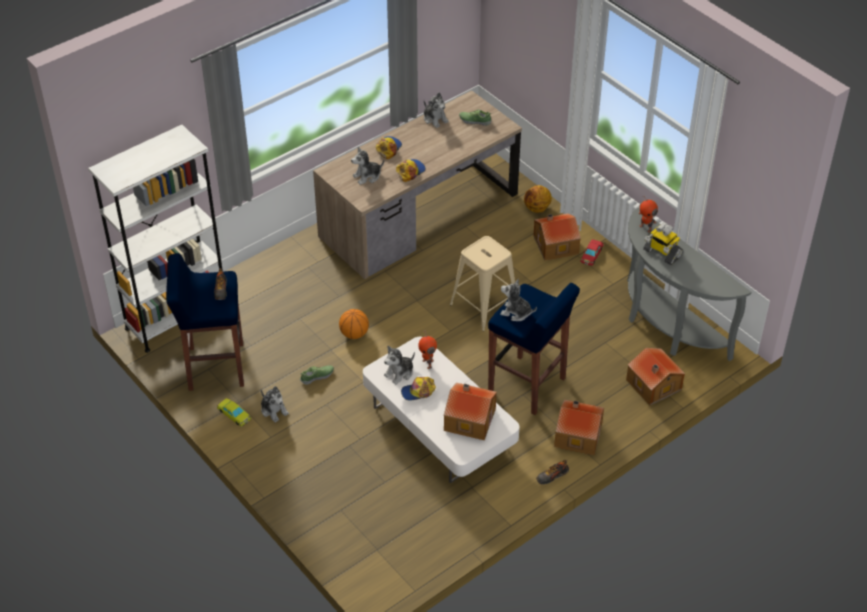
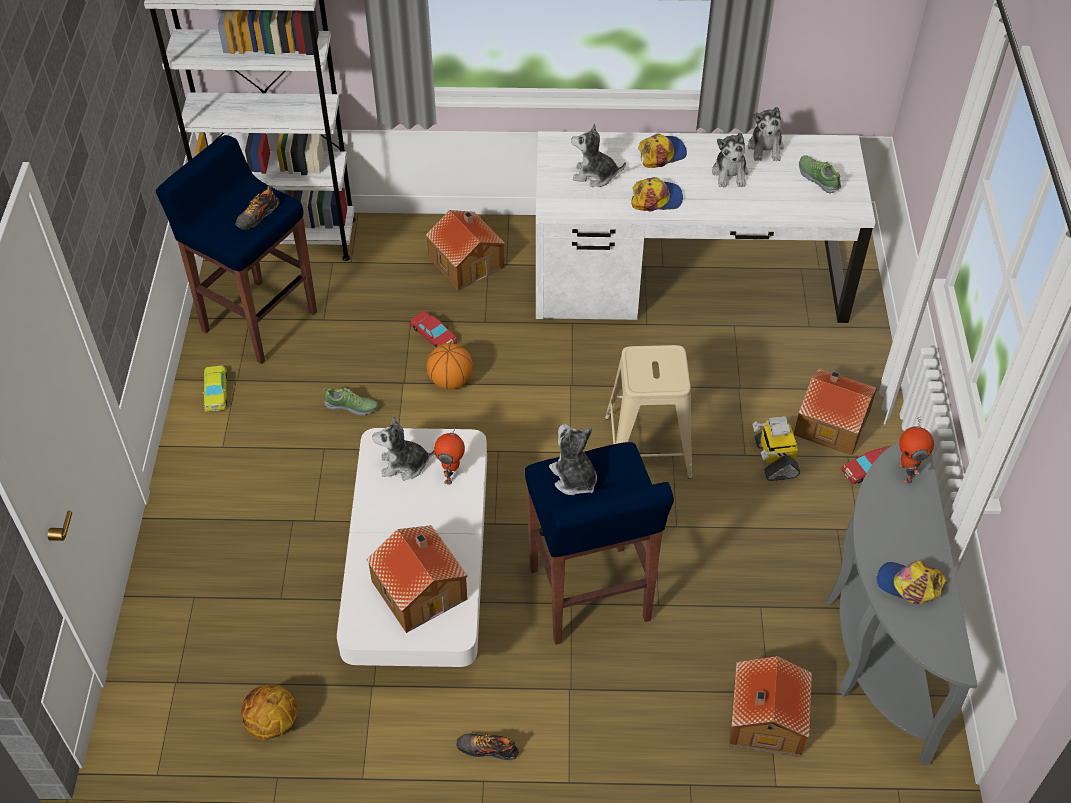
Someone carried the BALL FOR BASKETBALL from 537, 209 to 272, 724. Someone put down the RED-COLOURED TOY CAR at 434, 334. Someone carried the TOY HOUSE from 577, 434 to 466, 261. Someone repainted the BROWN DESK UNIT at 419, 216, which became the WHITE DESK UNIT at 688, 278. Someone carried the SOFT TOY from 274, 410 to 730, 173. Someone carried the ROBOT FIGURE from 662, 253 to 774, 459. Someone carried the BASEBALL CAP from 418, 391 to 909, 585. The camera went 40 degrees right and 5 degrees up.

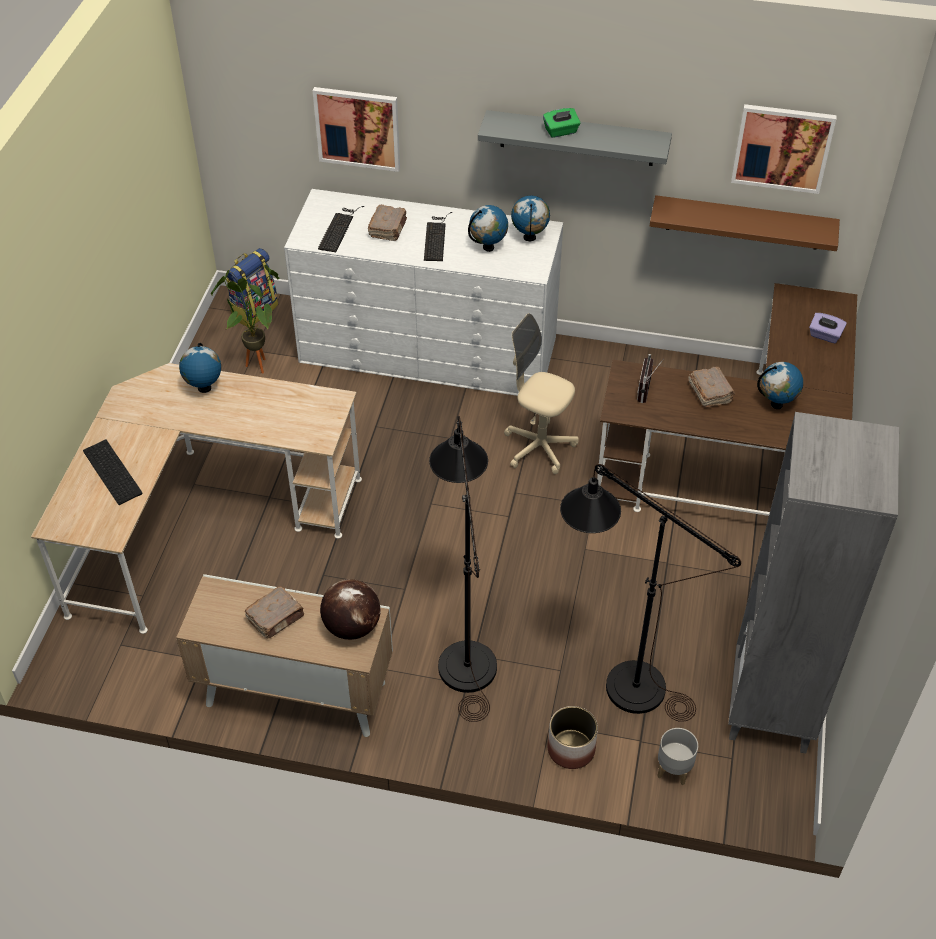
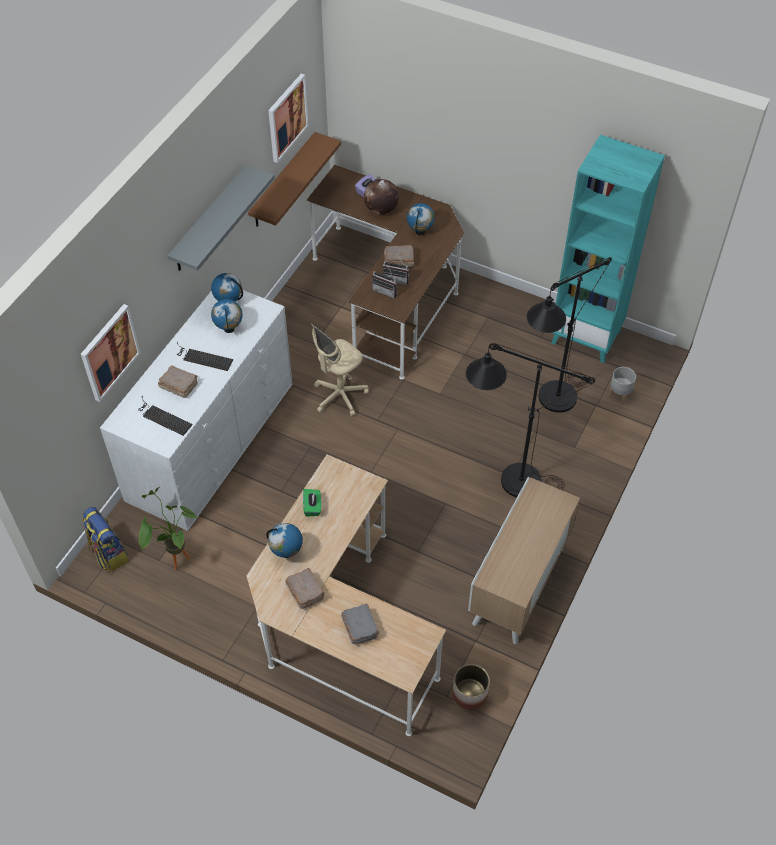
Someone carried the BROWN BOUND BOOK from 276, 618 to 305, 591. Someone carried the GREEN-COLOURED BOX OF TISSUES from 561, 131 to 312, 507. Someone swapped the PC KEYBOARD at 114, 472 for the GREYISH BOUND BOOK at 360, 627. Someone carried the GLOBE from 351, 627 to 381, 210. Someone put down the RADIO SET at 396, 279. Someone carried the PLANTER from 570, 749 to 469, 694. Someone repainted the GREYISH BOOKCASE at 771, 708, which became the BLUE-GREEN BOOKCASE at 586, 337. The camera went 75 degrees left and 5 degrees up.

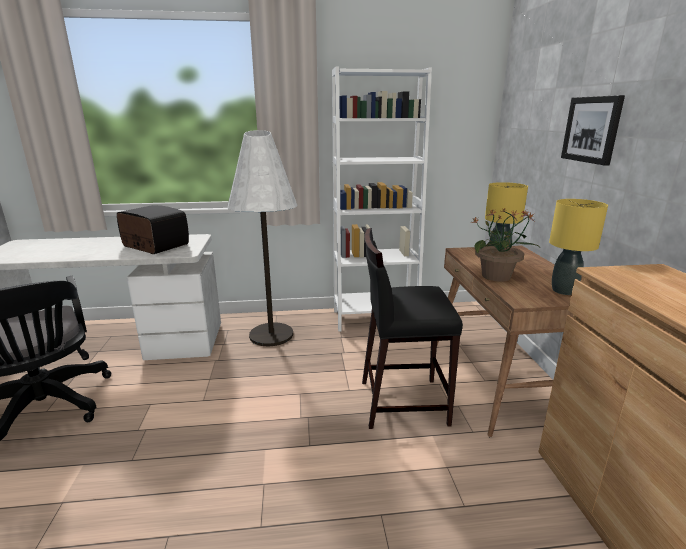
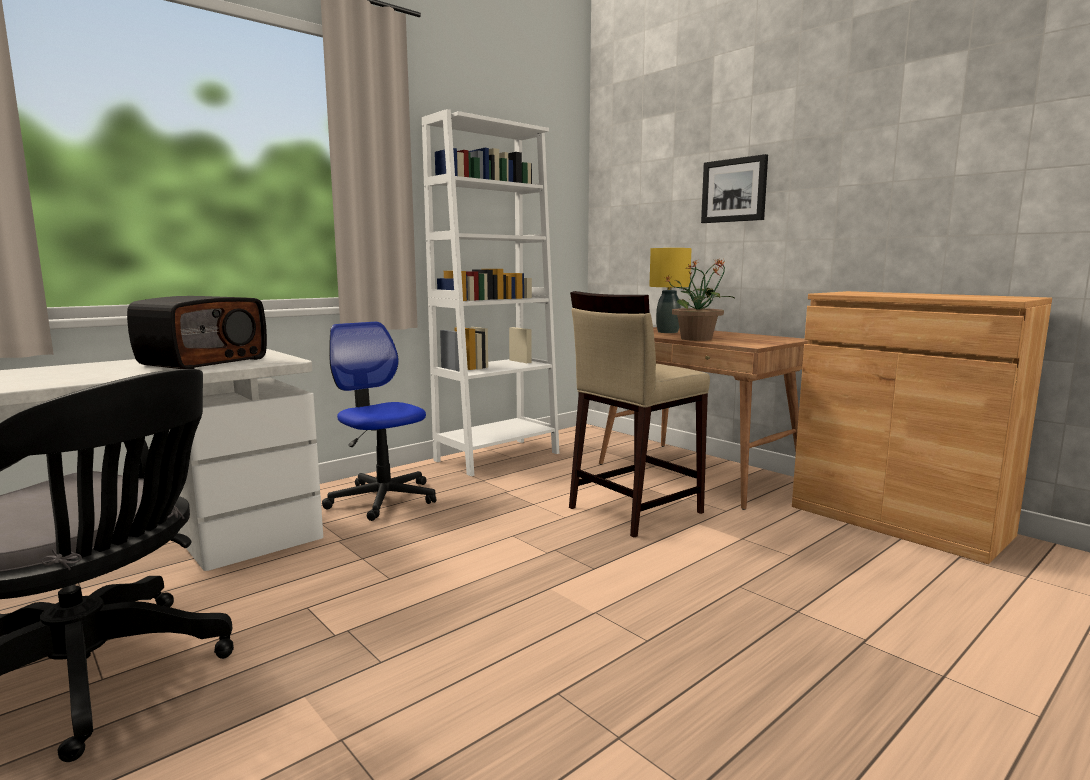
Someone rotated the RADIO SET at 154, 246 by 120 degrees clockwise. Someone swapped the WHITE STANDARD LAMP at 271, 335 for the OFFICE CHAIR at 383, 499. Someone repainted the BLACKISH SITTING STOOL at 402, 402, which became the BEIGE-COLOURED SITTING STOOL at 633, 510. Someone took away the YELLOWISH LAMP FOR A TABLE at 564, 291. The camera went 35 degrees left and 10 degrees down.

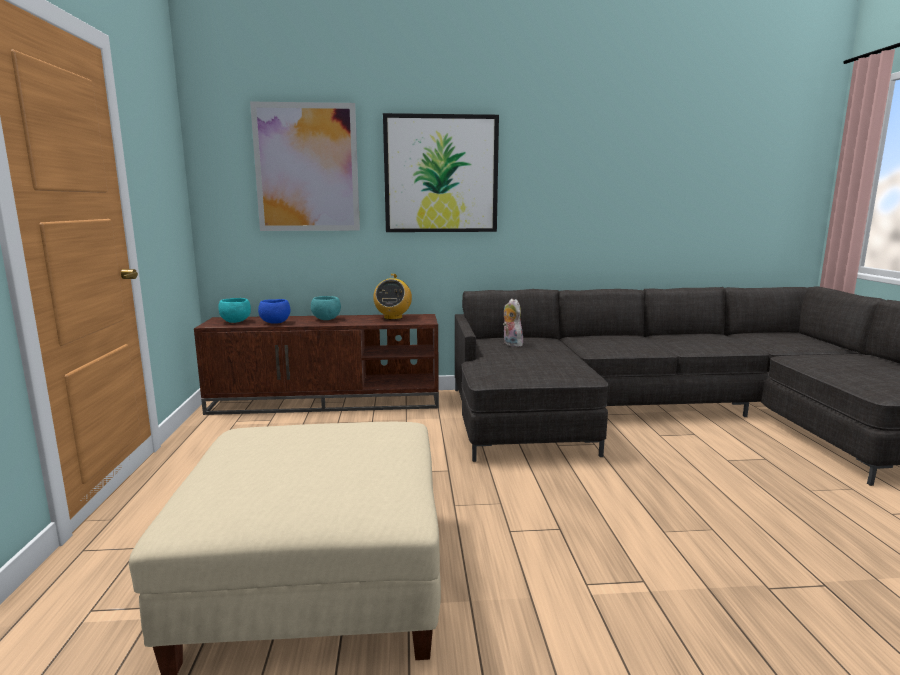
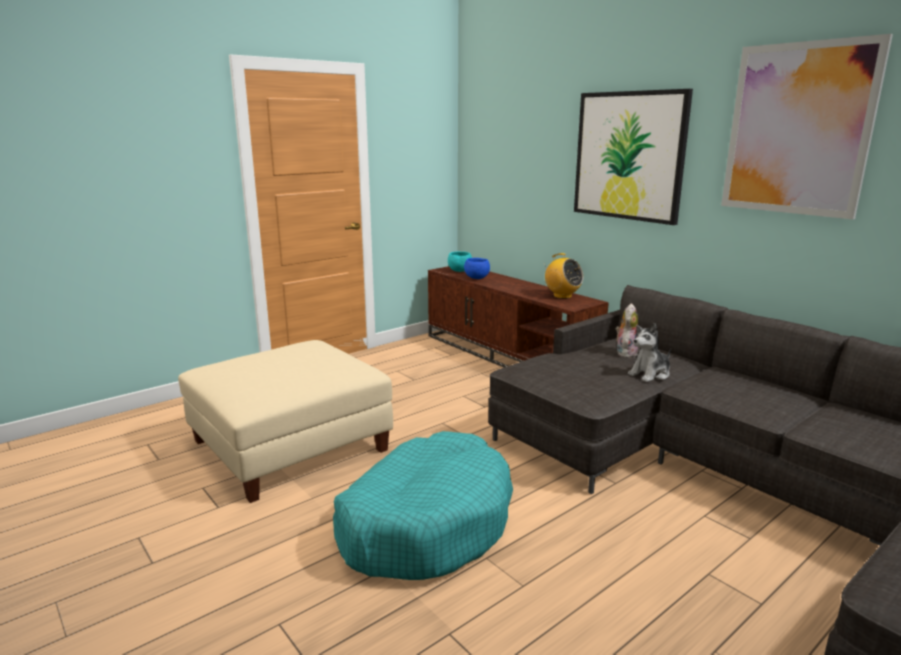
Someone put down the BLUE-GREEN DOG BED at 425, 523. Someone rotated the RADIO SET at 393, 317 by 105 degrees counterclockwise. Someone put down the SOFT TOY at 650, 374. Someone carried the WALL PICTURE from 307, 168 to 798, 129. Someone took away the BLUE-GREEN BOWL at 326, 319. The camera went 55 degrees right and 5 degrees up.

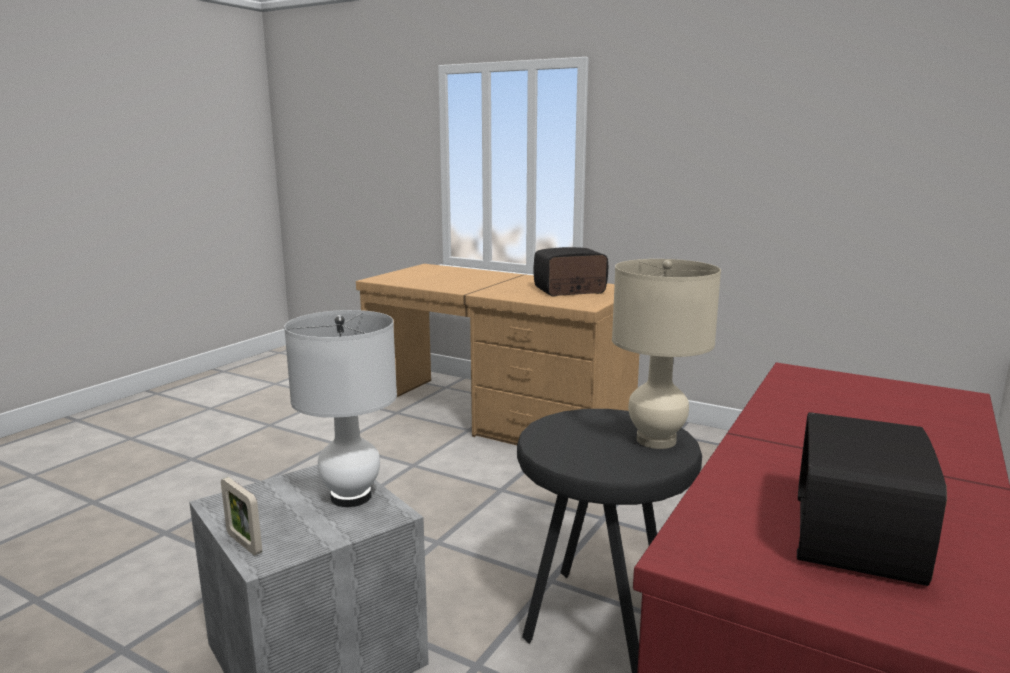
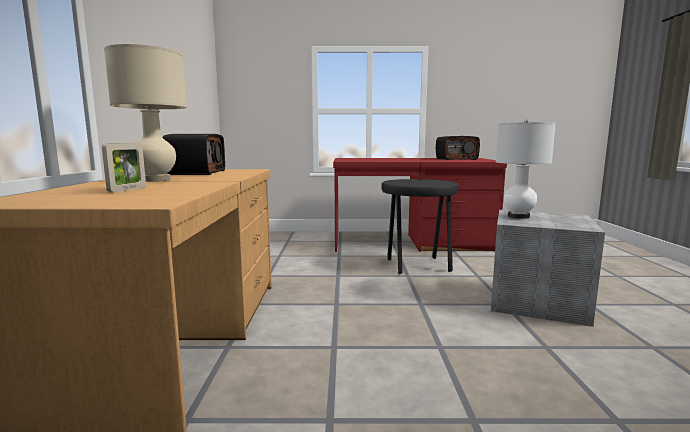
Someone carried the PHOTO FRAME from 244, 543 to 127, 190. Someone carried the BEIGE-COLOURED LAMP FOR A TABLE from 656, 440 to 156, 180. Someone rotated the RADIO SET at 569, 291 by 135 degrees counterclockwise. The camera went 120 degrees left and 5 degrees down.

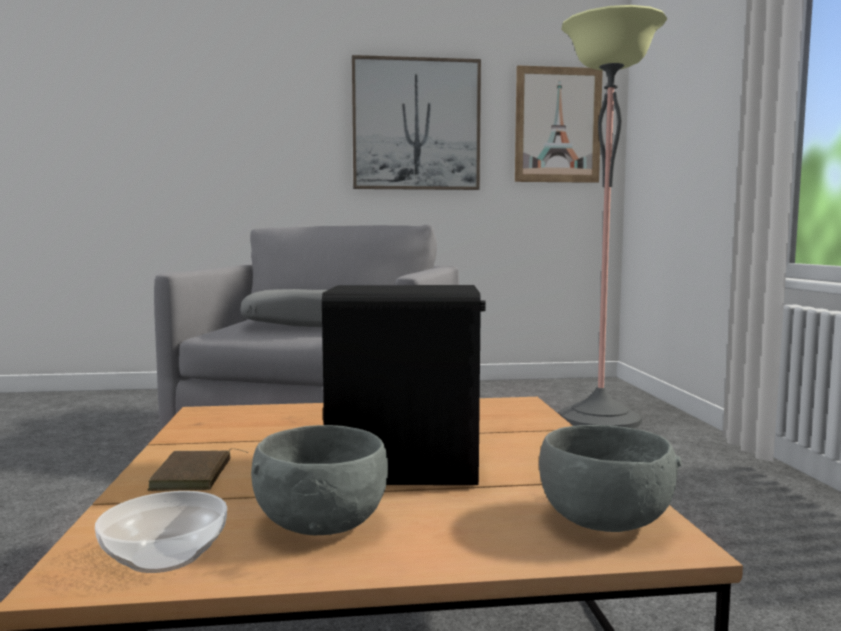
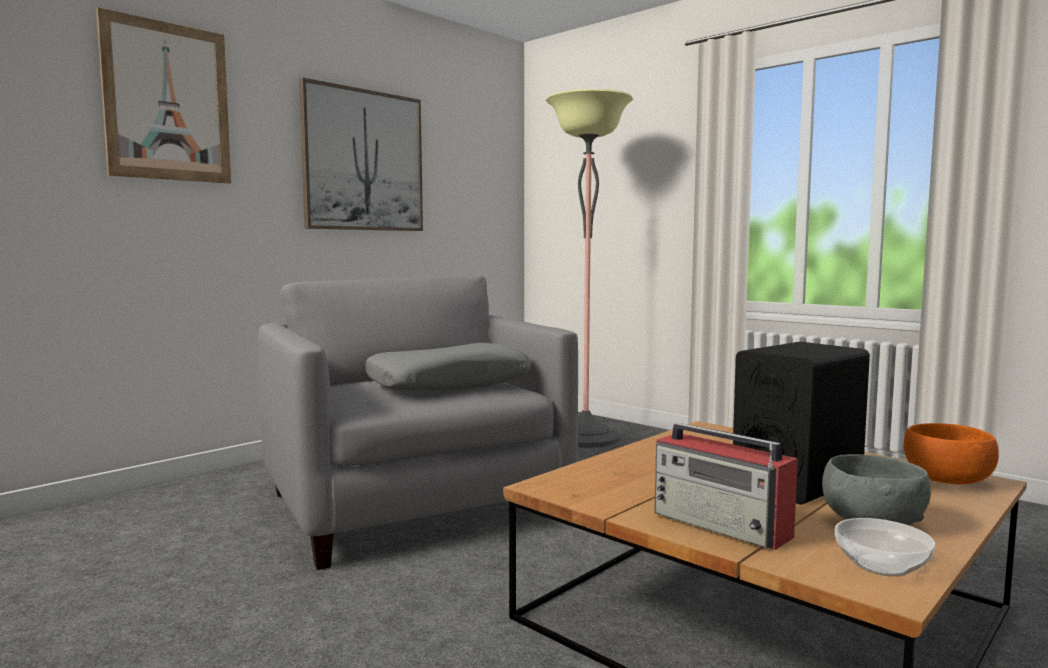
Someone carried the WALL PICTURE from 558, 125 to 167, 102. Someone swapped the BROWN BOUND BOOK at 195, 476 for the RADIO SET at 722, 525. Someone repainted the GREYISH BOWL at 604, 522, which became the ORANGE-COLOURED BOWL at 948, 480. The camera went 40 degrees left and 0 degrees up.

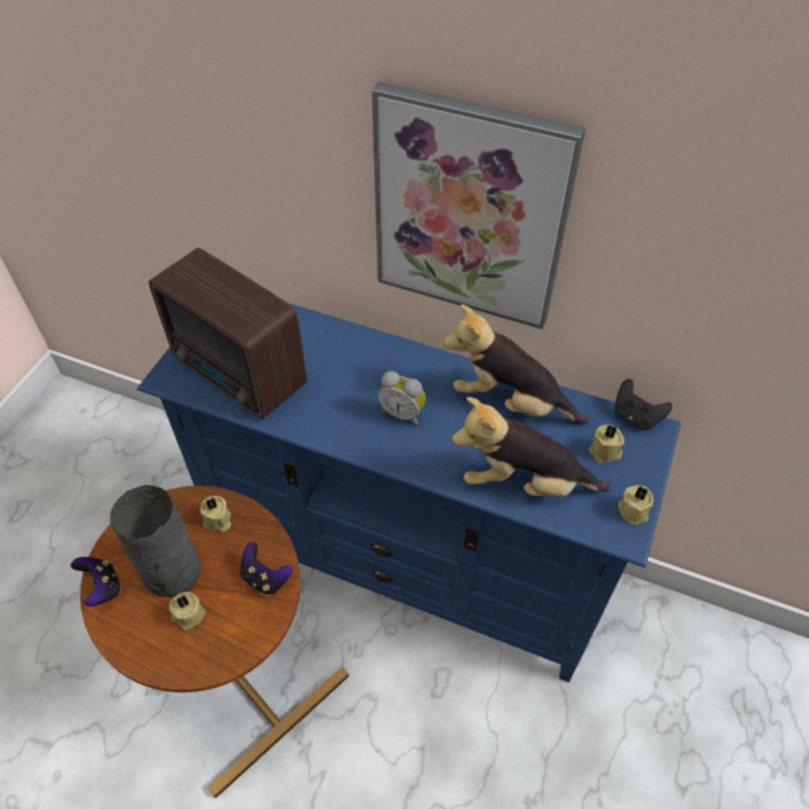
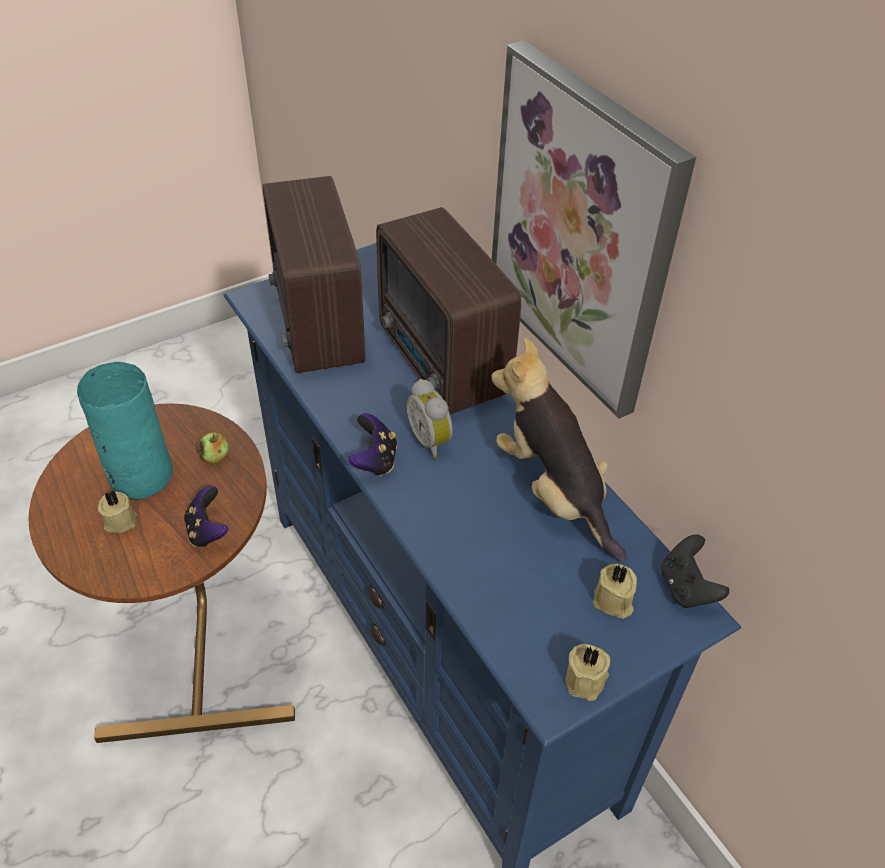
Someone repainted the GREYISH VASE at 170, 572, which became the BLUE-GREEN VASE at 139, 476. Someone swapped the BEIGE-COLOURED CANDLE at 218, 521 for the APPLE FRUIT at 215, 457. Someone carried the GAME CONTROLLER from 102, 588 to 375, 460. Someone put down the RADIO SET at 442, 364. Someone took away the SOFT TOY at 524, 482. The camera went 35 degrees right and 5 degrees down.

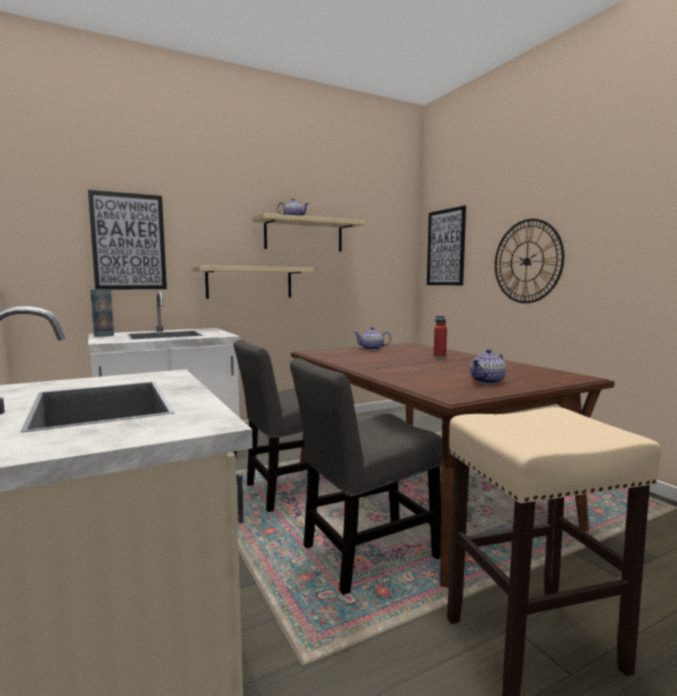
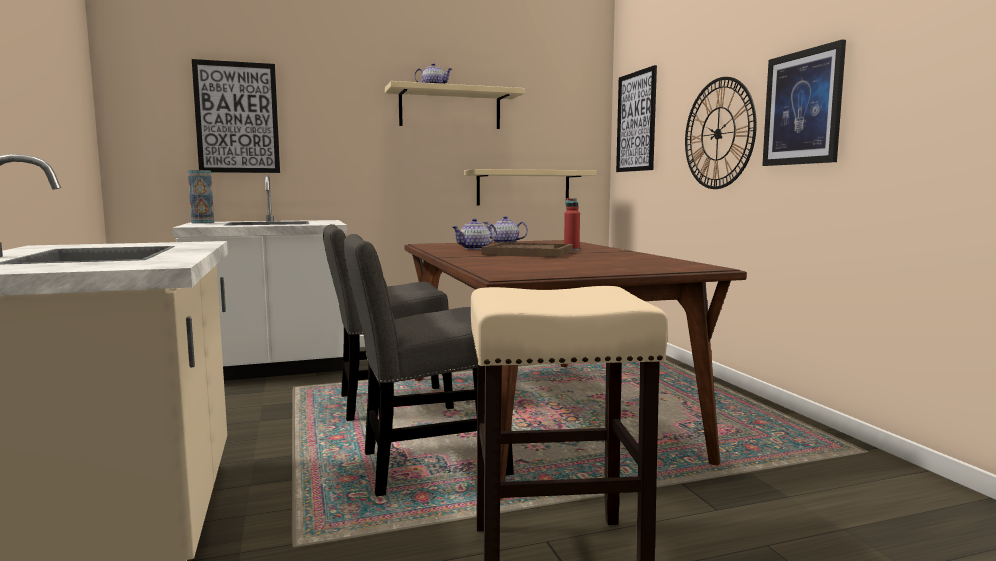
Someone carried the POT FOR TEA from 488, 381 to 475, 248. Someone carried the BEIGE-COLOURED WALL SHELF from 249, 282 to 523, 188. Someone put down the BROWN CARRYING TRAY at 527, 253. Someone put up the WALL PICTURE at 802, 108. The camera went 10 degrees right and 0 degrees up.

